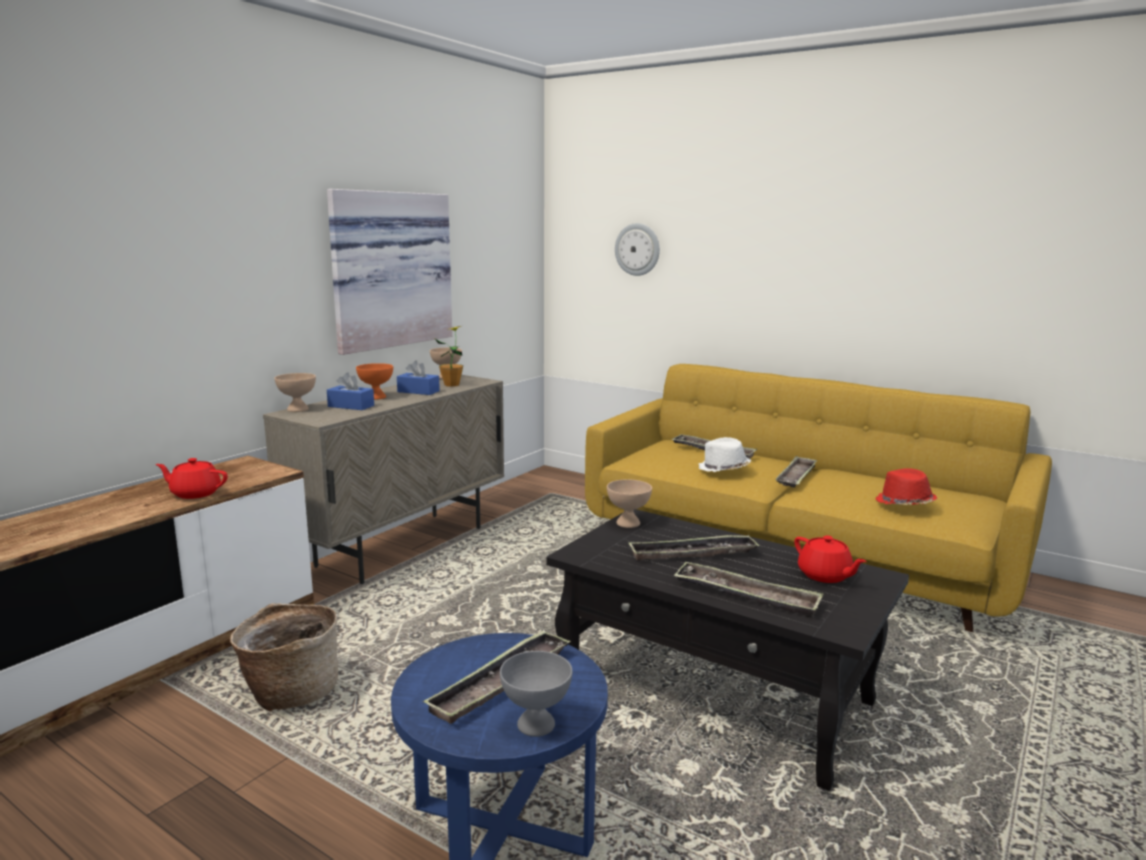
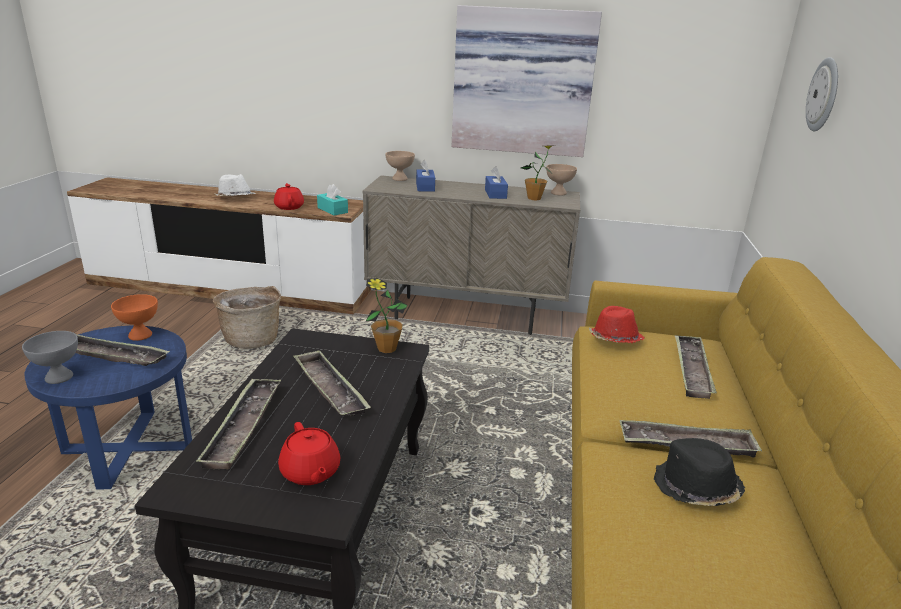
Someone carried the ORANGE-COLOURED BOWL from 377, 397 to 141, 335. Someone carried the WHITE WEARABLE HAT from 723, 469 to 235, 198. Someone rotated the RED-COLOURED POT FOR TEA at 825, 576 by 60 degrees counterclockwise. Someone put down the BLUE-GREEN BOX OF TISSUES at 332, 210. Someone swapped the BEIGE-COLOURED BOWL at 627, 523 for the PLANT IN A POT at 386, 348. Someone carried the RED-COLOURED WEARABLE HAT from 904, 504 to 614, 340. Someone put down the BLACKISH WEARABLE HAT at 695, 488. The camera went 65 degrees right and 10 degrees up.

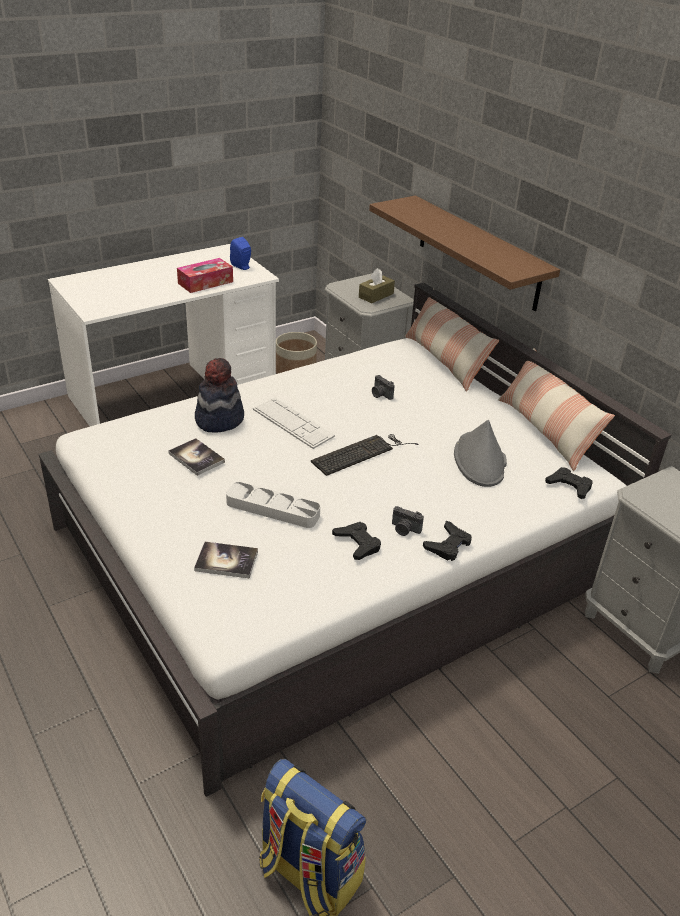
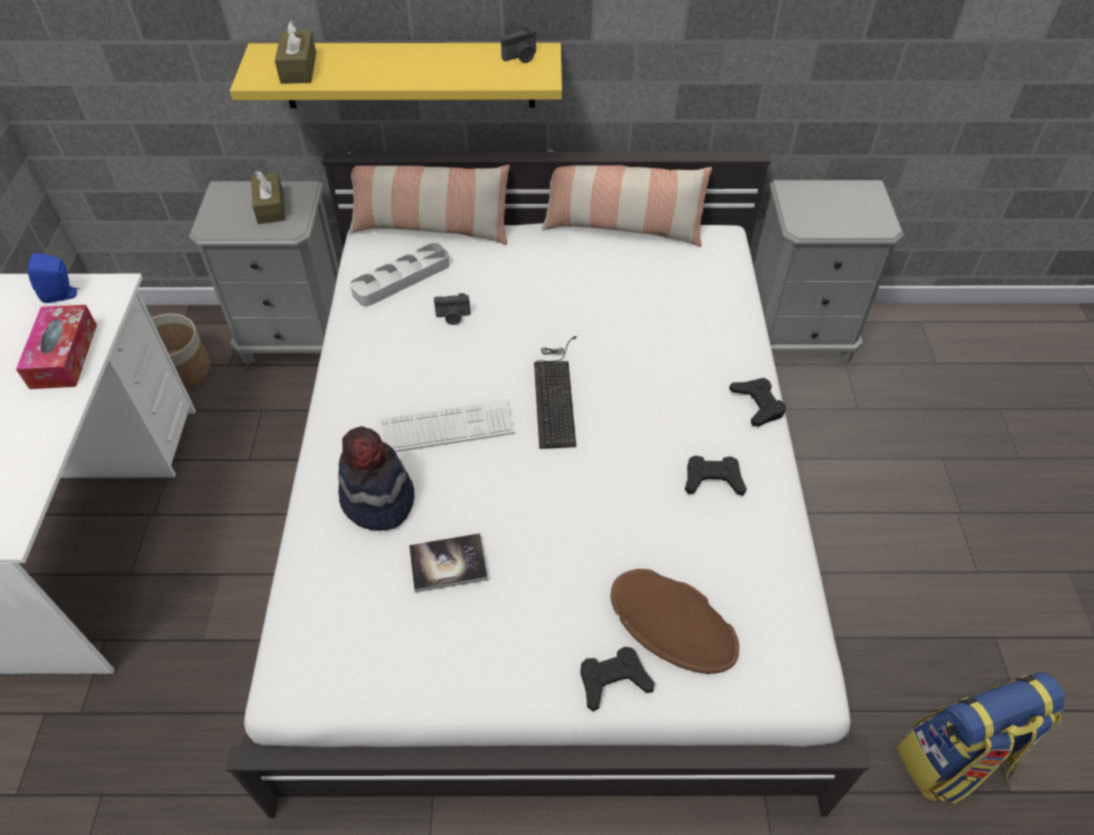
Someone repainted the BROWN WALL SHELF at 478, 252, which became the YELLOWISH WALL SHELF at 408, 75. Someone put down the BROWN BOX OF TISSUES at 298, 68. Someone carried the GREYISH CARRYING TRAY from 272, 509 to 401, 278. Someone carried the STILL CAMERA from 404, 529 to 521, 57. Someone carried the BLACKISH GAME CONTROLLER from 569, 486 to 613, 680. Someone swapped the BOUND BOOK at 226, 561 for the BROWN WEARABLE HAT at 674, 622. Someone took away the GREYISH WEARABLE HAT at 480, 460. The camera went 55 degrees left and 15 degrees up.

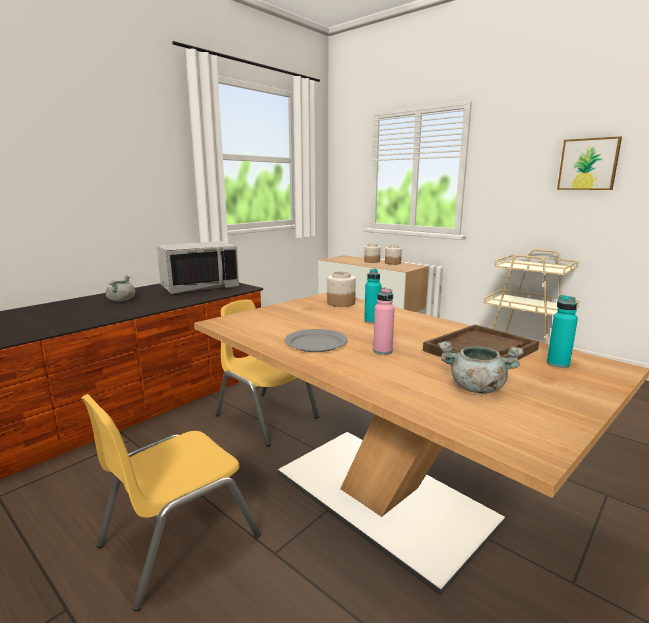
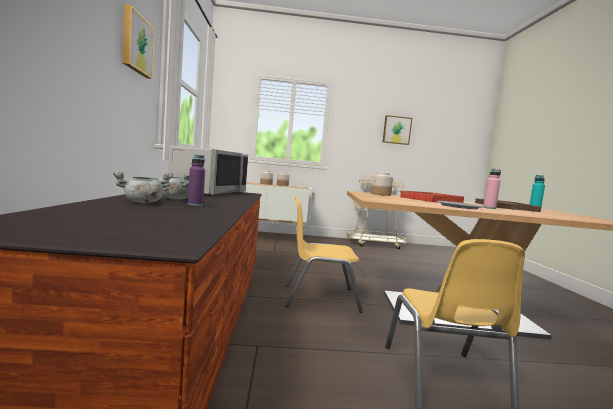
Someone carried the GREYISH COOKING POT from 475, 388 to 142, 202. Someone put up the WALL PICTURE at 136, 44. Someone put down the PURPLE BOTTLE at 195, 205. Someone swapped the BLUE-GREEN BOTTLE at 372, 321 for the RED-COLOURED CARRYING TRAY at 430, 200. The camera went 45 degrees left and 10 degrees down.

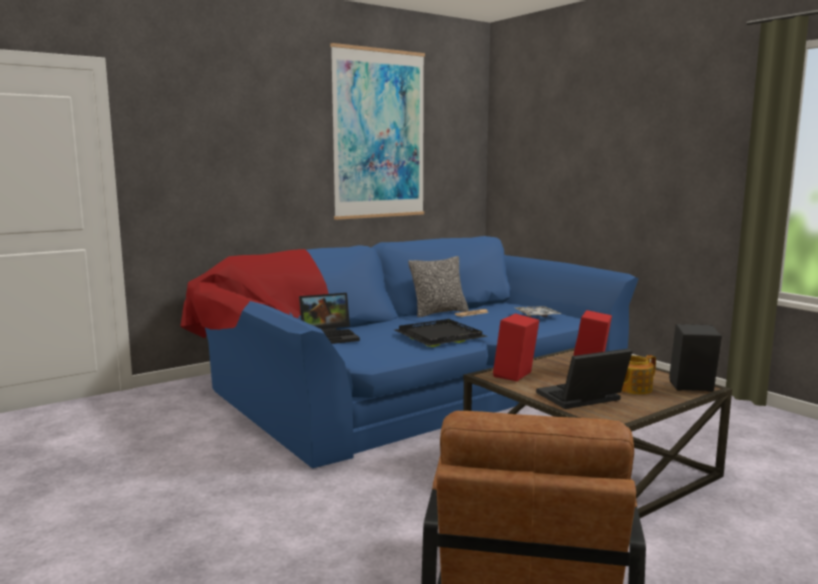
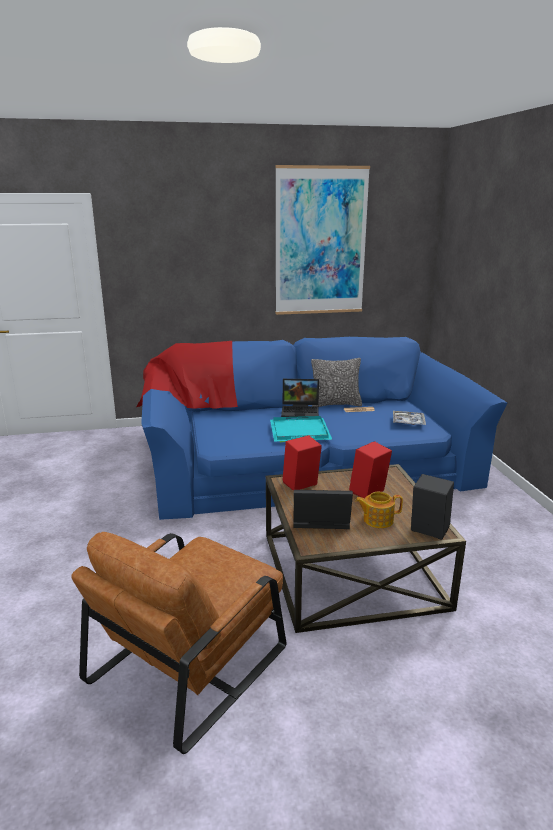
Someone repainted the BLACKISH CARRYING TRAY at 440, 335, which became the BLUE-GREEN CARRYING TRAY at 300, 431. Someone carried the PORTABLE COMPUTER from 330, 337 to 301, 411. The camera went 25 degrees right and 10 degrees up.

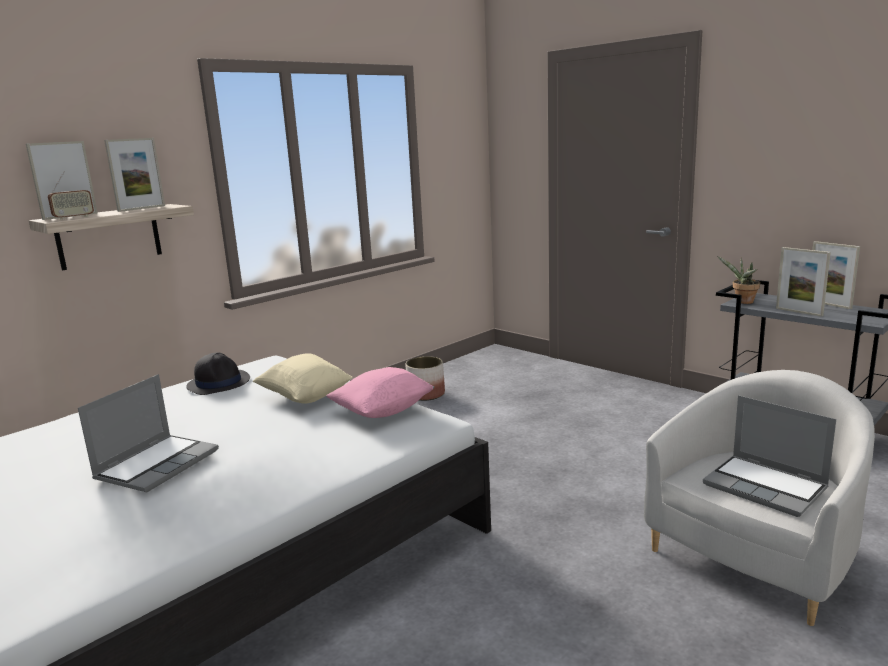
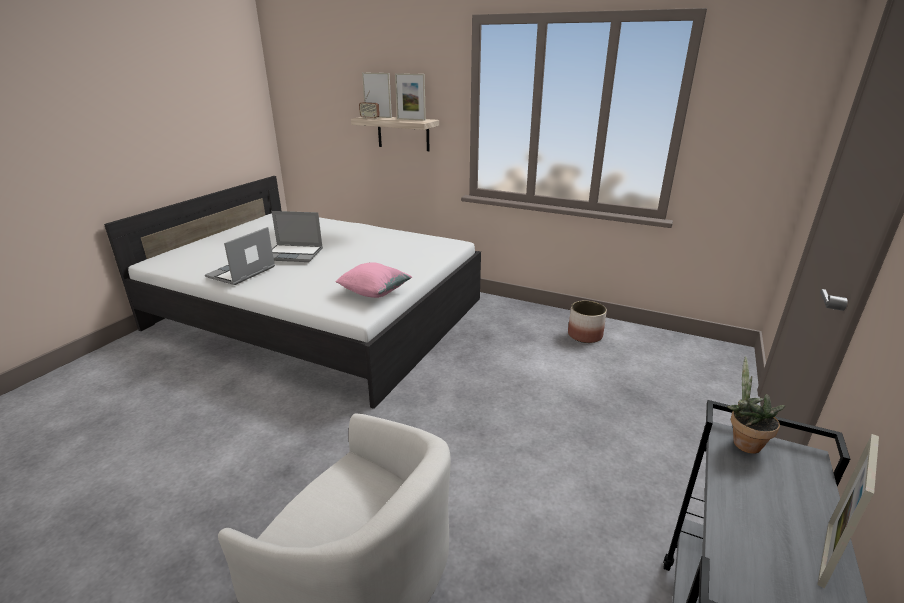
Someone carried the PORTABLE COMPUTER from 766, 487 to 241, 273. Someone took away the BLACKISH WEARABLE HAT at 219, 383. Someone took away the BEIGE-COLOURED PILLOW at 305, 397. Someone took away the PHOTO FRAME at 799, 312. The camera went 70 degrees right and 10 degrees up.

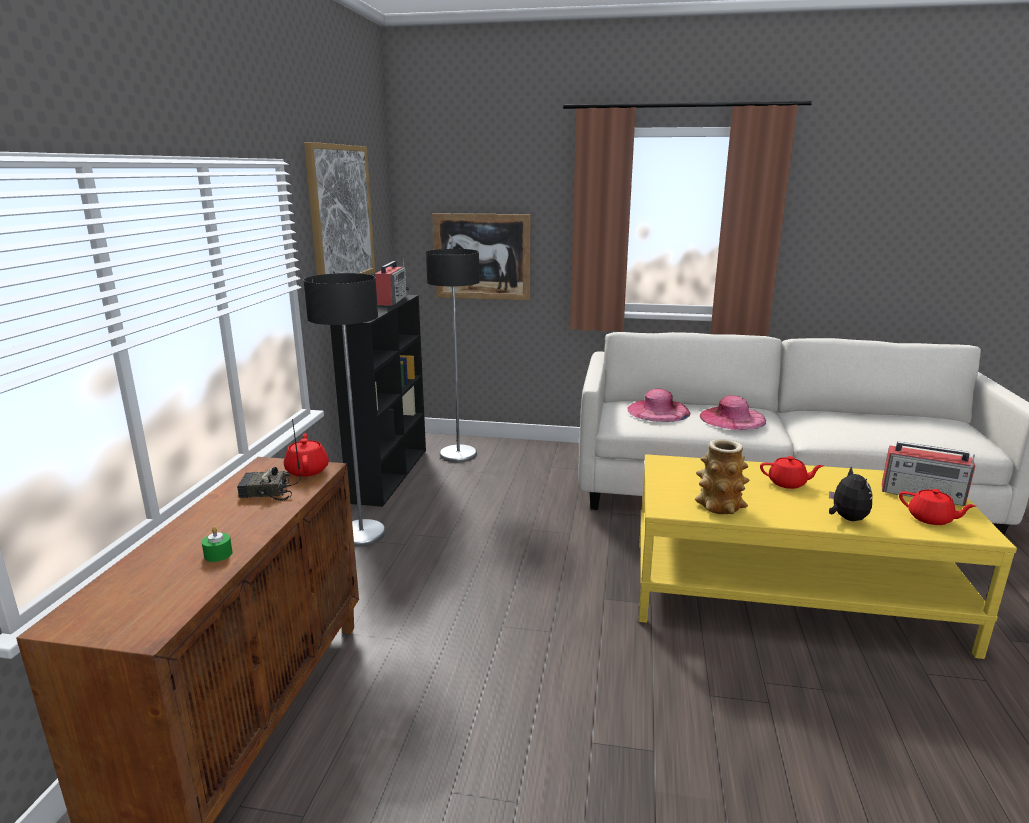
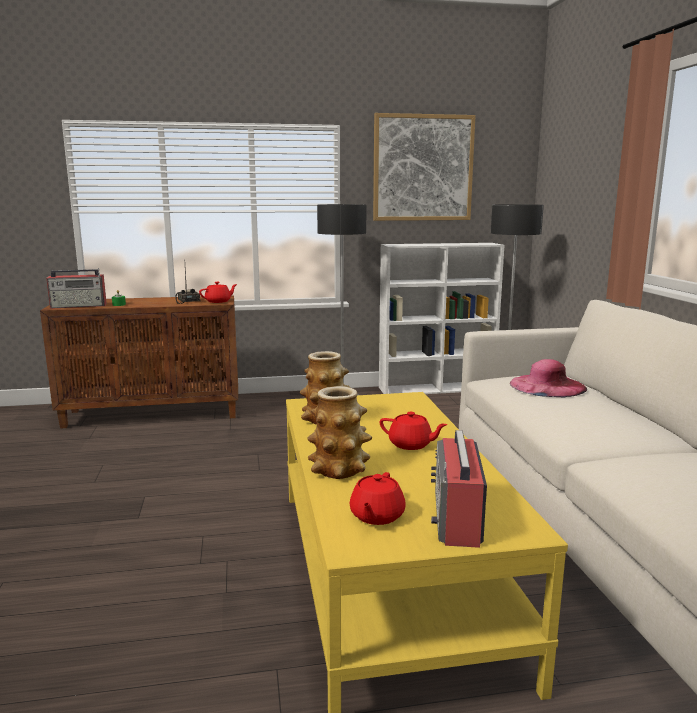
Someone carried the RADIO SET from 392, 300 to 79, 306. Someone swapped the SOFT TOY at 846, 518 for the VASE at 339, 469. Someone repainted the BLACKISH BOOKCASE at 389, 474, which became the WHITE BOOKCASE at 437, 388. Someone rotated the RED-COLOURED POT FOR TEA at 788, 483 by 60 degrees counterclockwise. Someone took away the WALL PICTURE at 482, 256. Someone took away the PINKISH WEARABLE HAT at 732, 418. The camera went 70 degrees right and 5 degrees down.

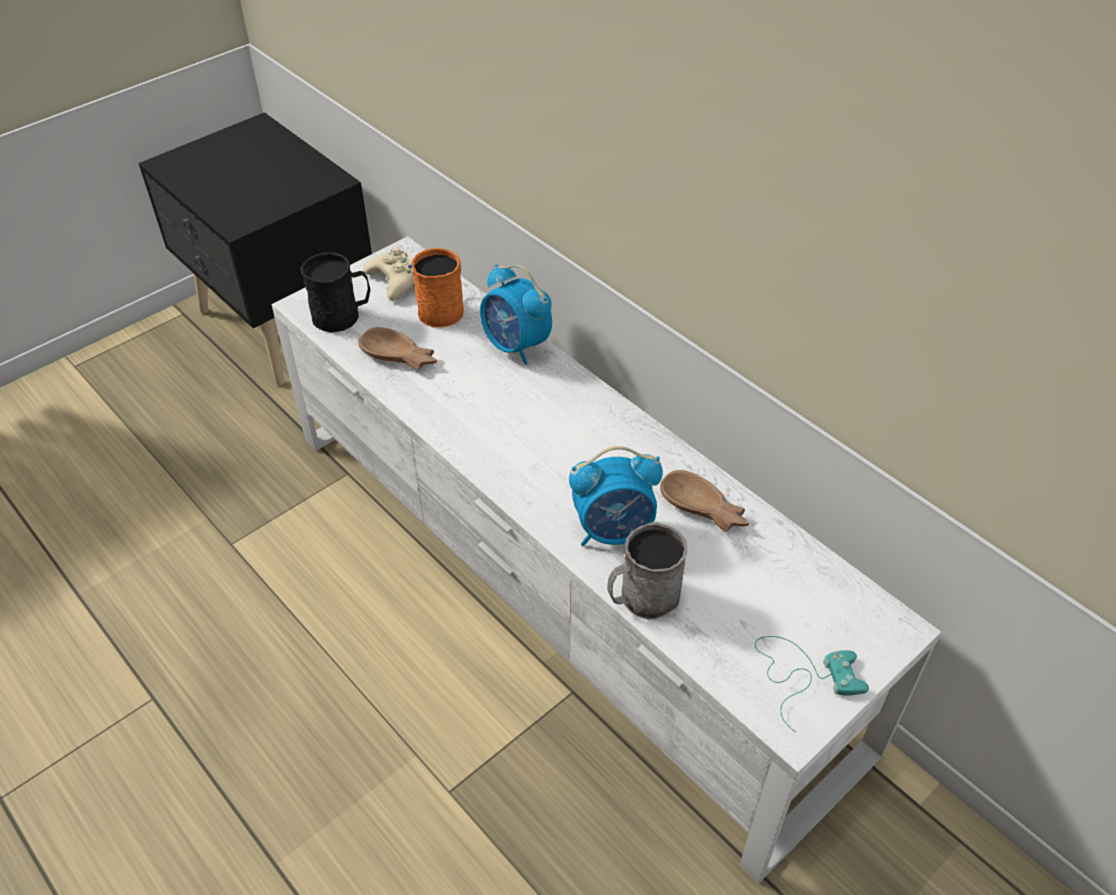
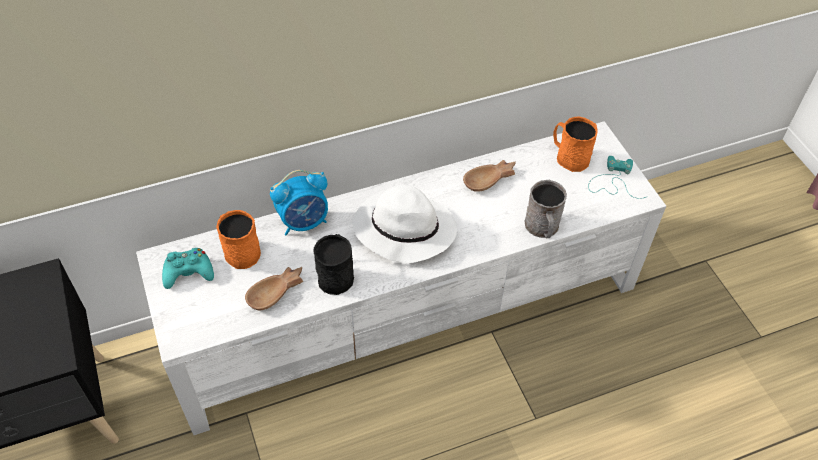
Someone repainted the BEIGE-COLOURED GAME CONTROLLER at 396, 281, which became the BLUE-GREEN GAME CONTROLLER at 188, 272. Someone carried the BLACKISH MUG from 342, 315 to 336, 274. Someone put down the WHITE WEARABLE HAT at 402, 229. Someone put down the ORANGE-COLOURED MUG at 568, 157. Someone took away the TABLE CLOCK at 614, 530. The camera went 70 degrees left and 5 degrees up.

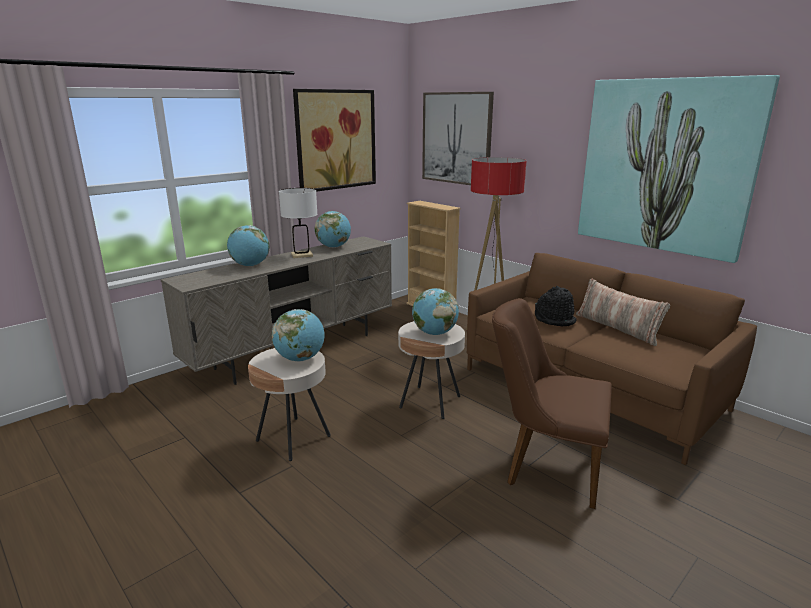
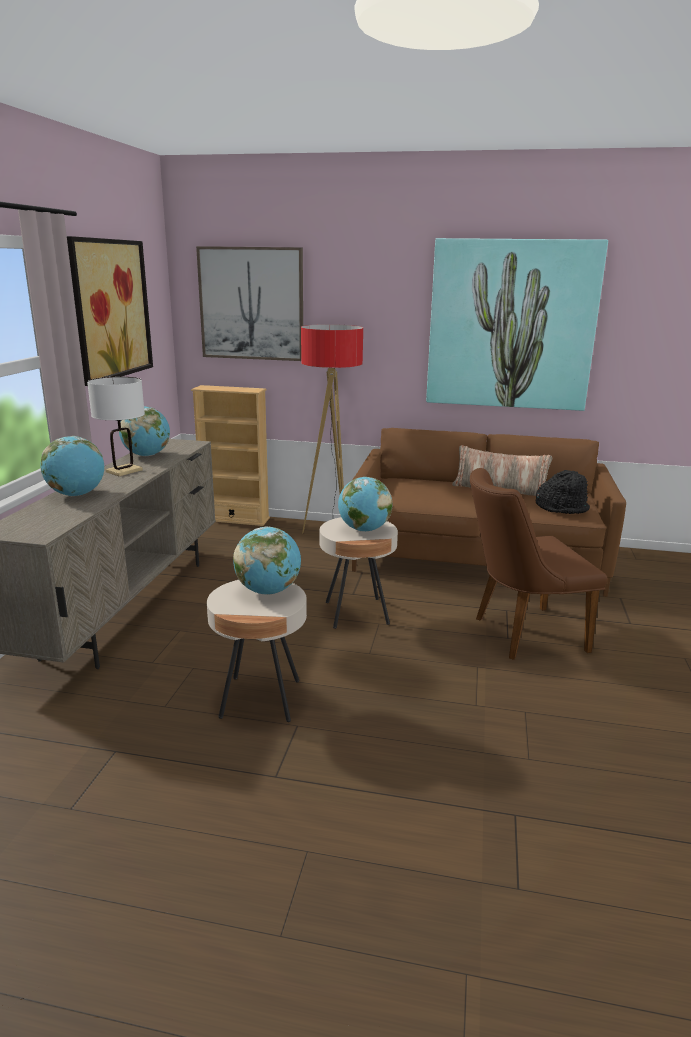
Someone carried the BLACKISH WEARABLE HAT from 555, 319 to 562, 508. The camera went 35 degrees left and 0 degrees up.

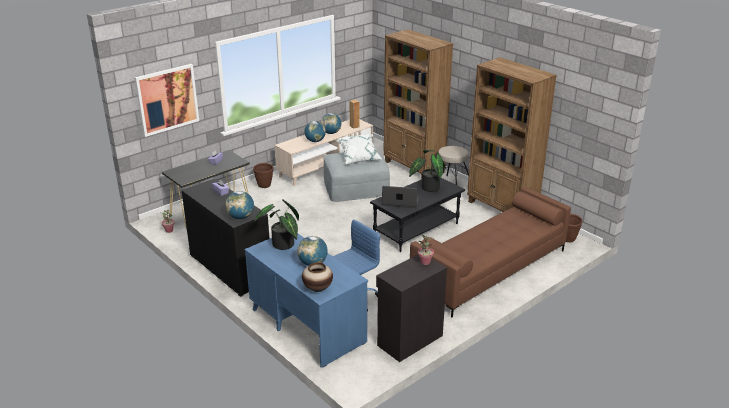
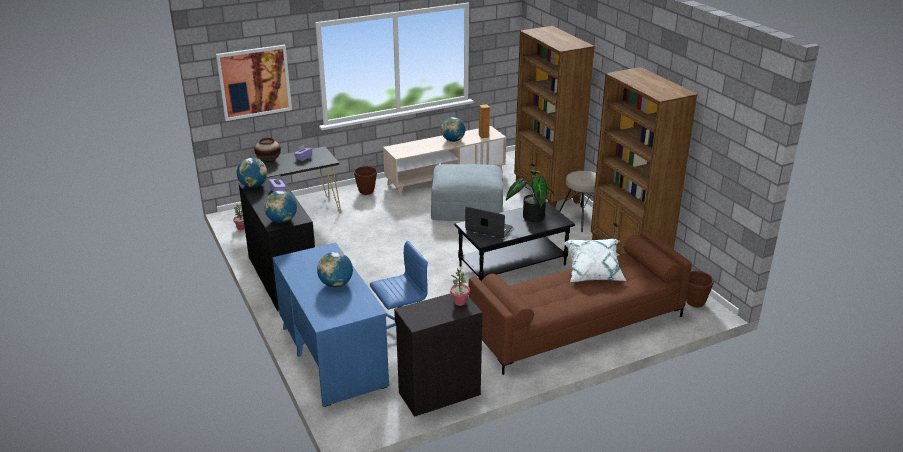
Someone carried the GLOBE from 315, 141 to 253, 186. Someone carried the VASE from 317, 288 to 268, 160. Someone carried the WHITE PILLOW from 359, 157 to 593, 272. Someone took away the PLANT IN A POT at 283, 246. The camera went 15 degrees right and 0 degrees up.

